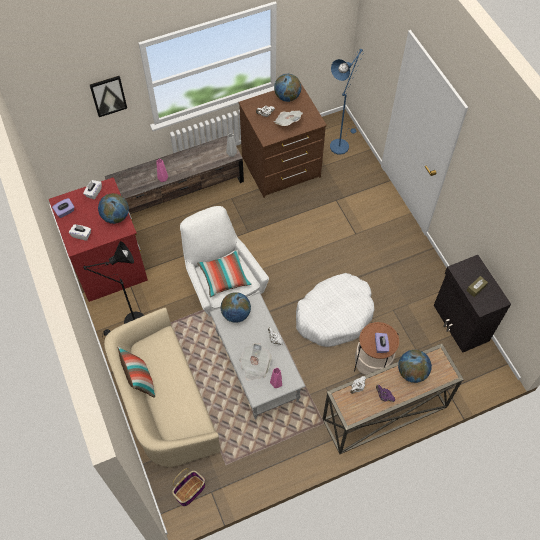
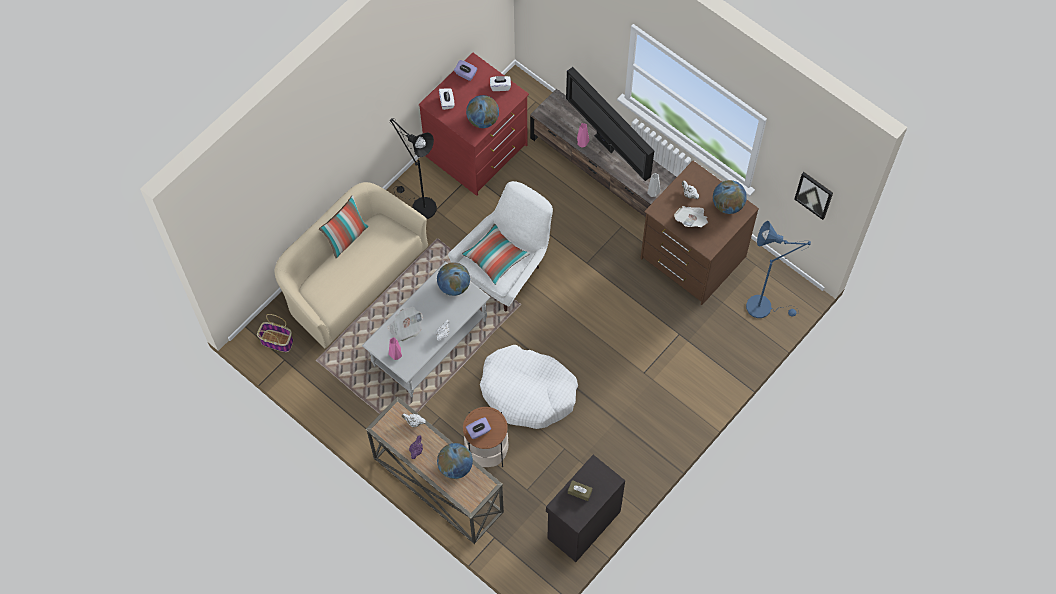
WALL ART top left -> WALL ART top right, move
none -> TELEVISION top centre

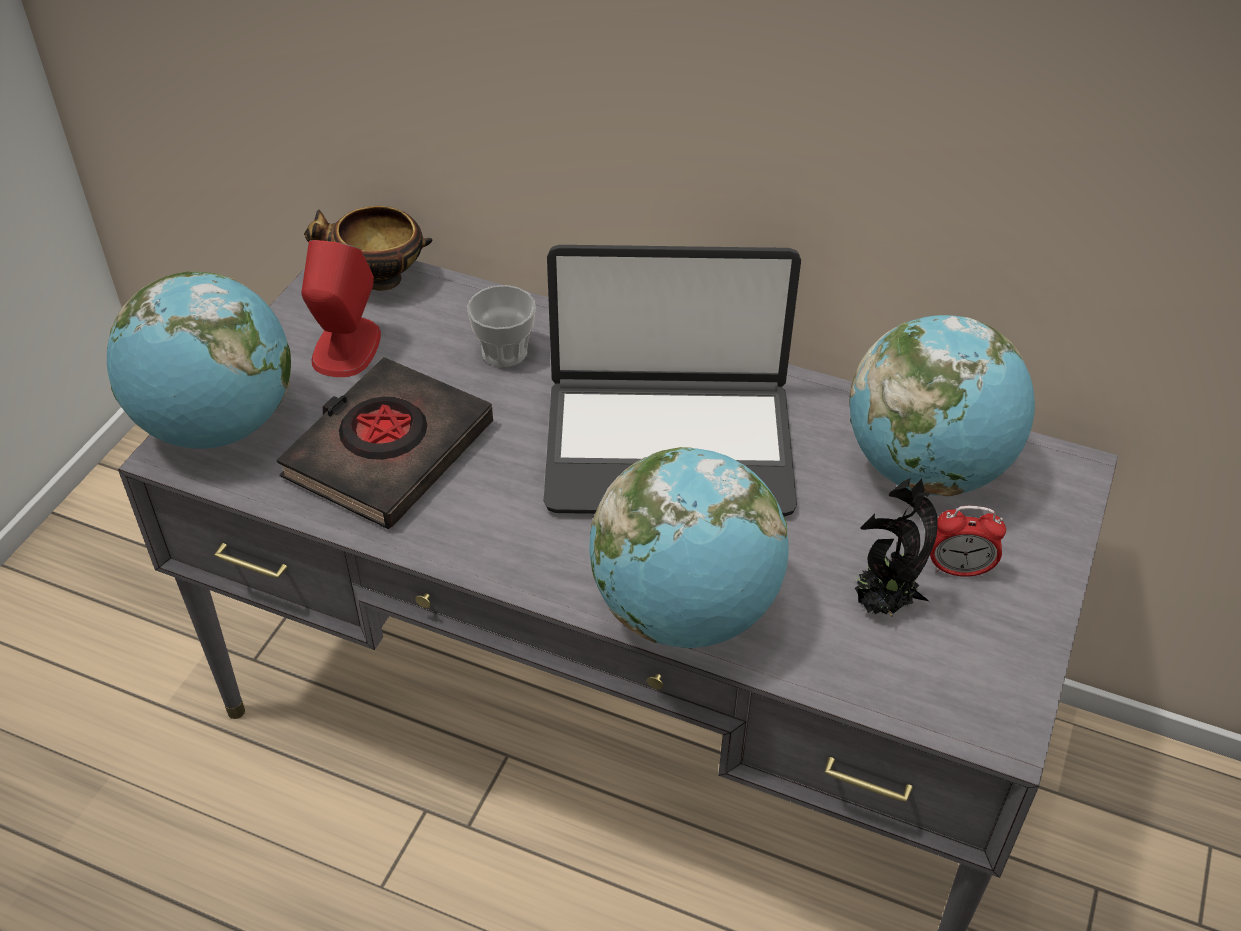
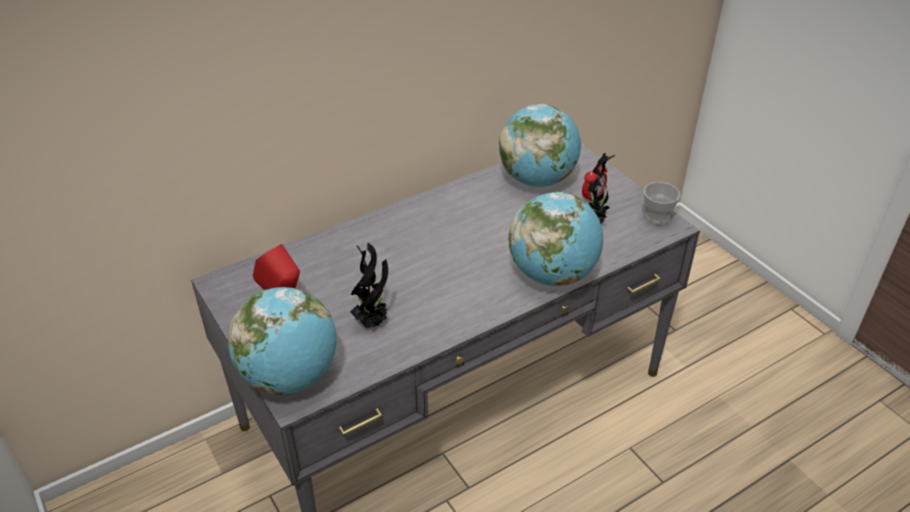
BOWL top left -> none
PORTABLE COMPUTER centre -> none
SMALL CUP centre -> SMALL CUP middle right, move
BLACK-COLOURED BOUND BOOK middle left -> PLANT IN A POT (1st from left) centre

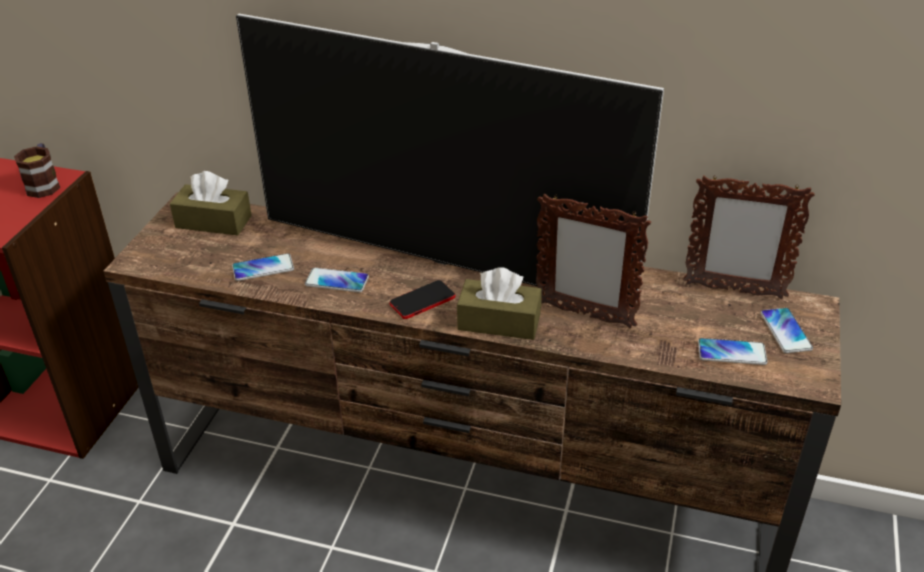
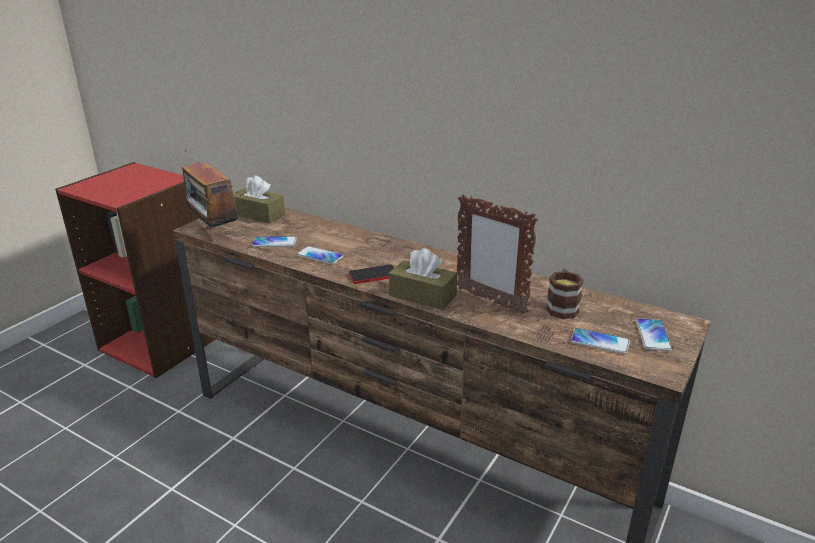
TELEVISION top centre -> none
MUG top left -> MUG middle right, move
PICTURE FRAME (2nd from left) middle right -> none
none -> RADIO middle left

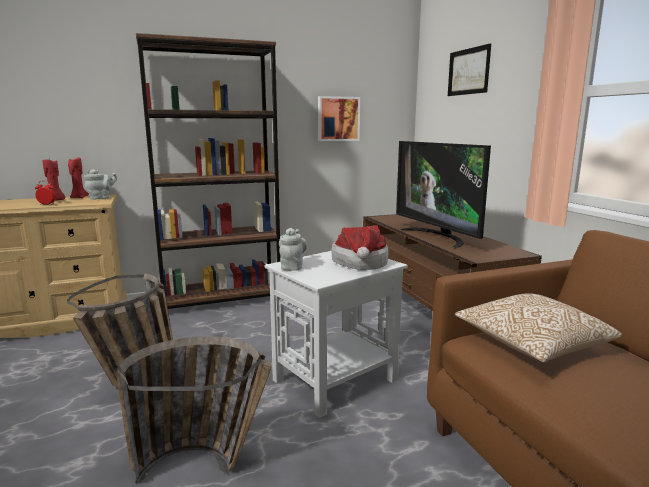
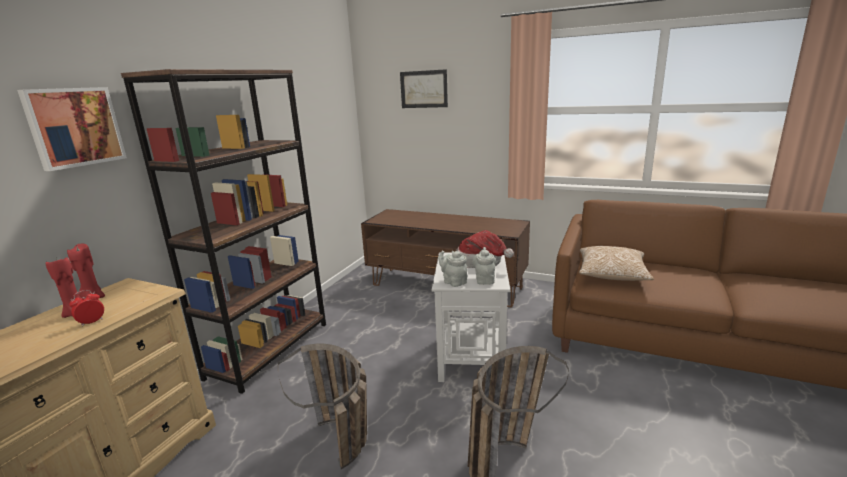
WALL ART (1st from left) top centre -> WALL ART (1st from left) top left, move
TELEVISION middle right -> none
GREYISH TEA POT (1st from left in the first image) middle left -> GREYISH TEA POT (2nd from left) centre, move

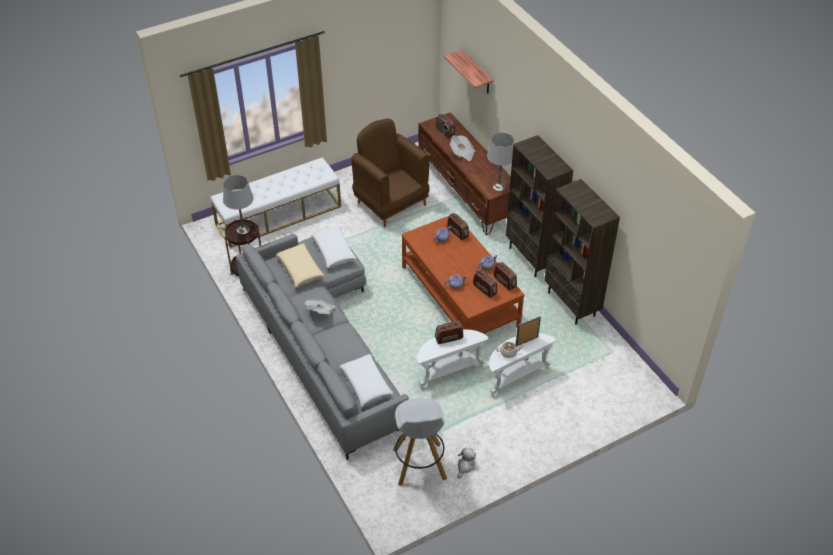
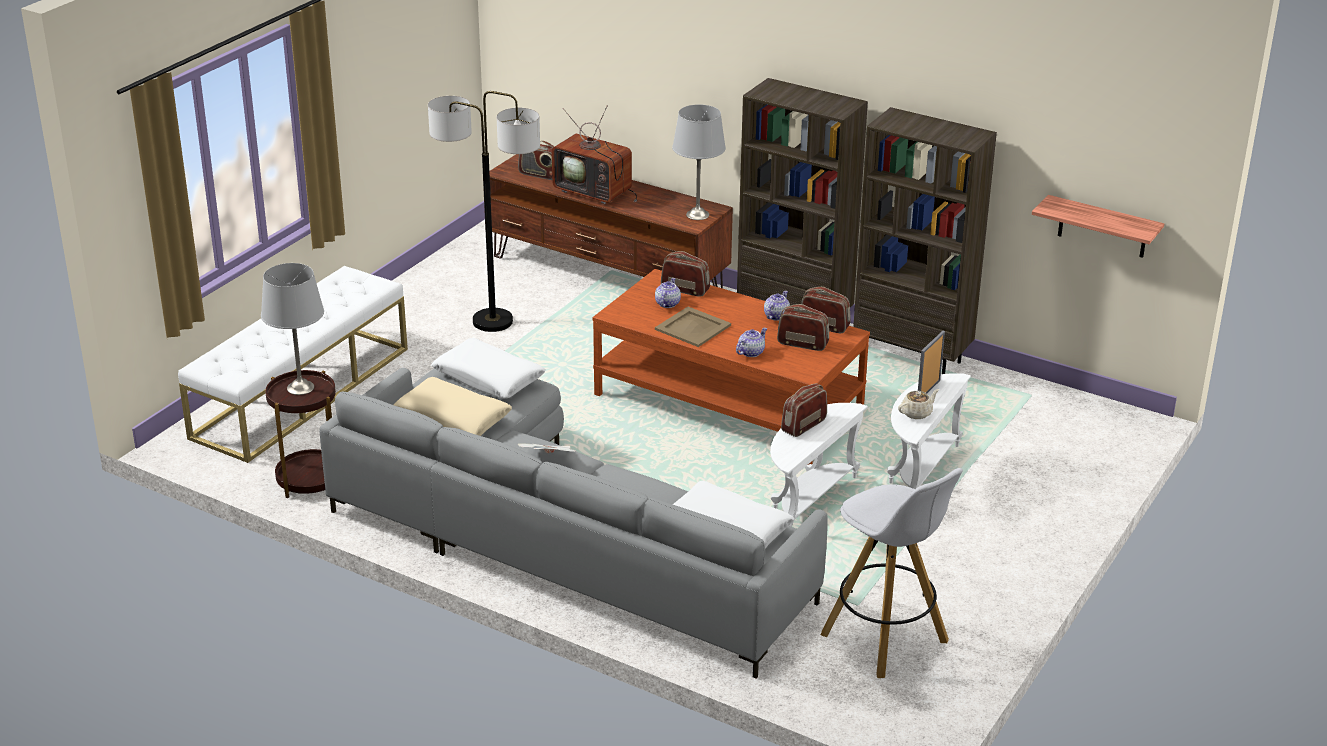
BRACKET SHELF top centre -> BRACKET SHELF top right, move
BROWNISH EASY CHAIR top centre -> FLOOR LAMP top centre
PRINTED PAPER (2nd from left) top centre -> TELEVISION top centre
PLUSH TOY bottom centre -> none
none -> SAND-COLOURED CARRYING TRAY centre

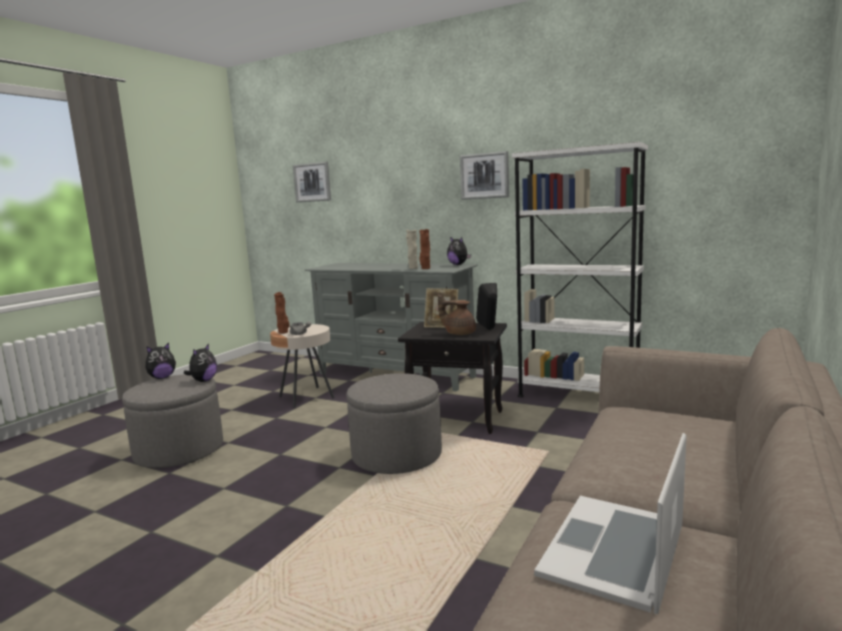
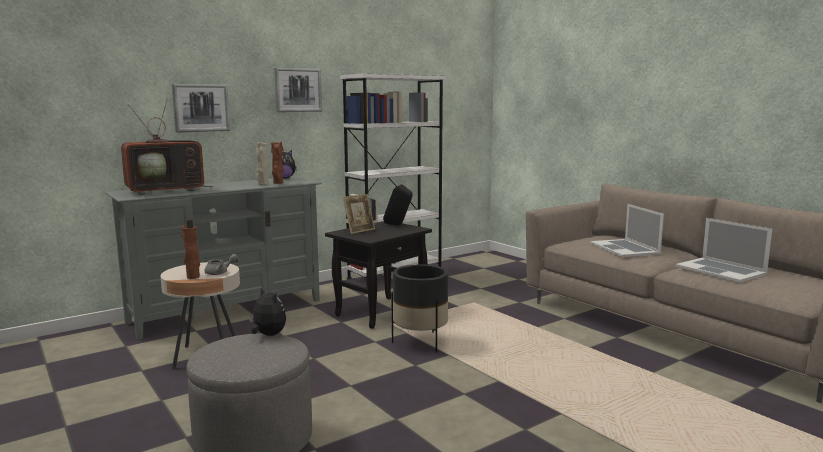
WALL ART (1st from left) top centre -> WALL ART (1st from left) top left, move
BROWNISH TEA POT centre -> none
PLUSH TOY (1st from left) middle left -> none
GREYISH FOOTREST (2nd from left) bottom centre -> BLACK-COLOURED PLANTER bottom centre
none -> TELEVISION top left
none -> PORTABLE COMPUTER (1st from left) middle right

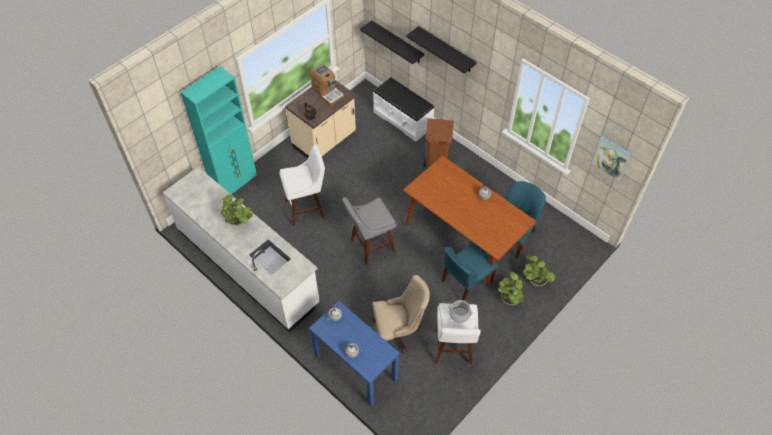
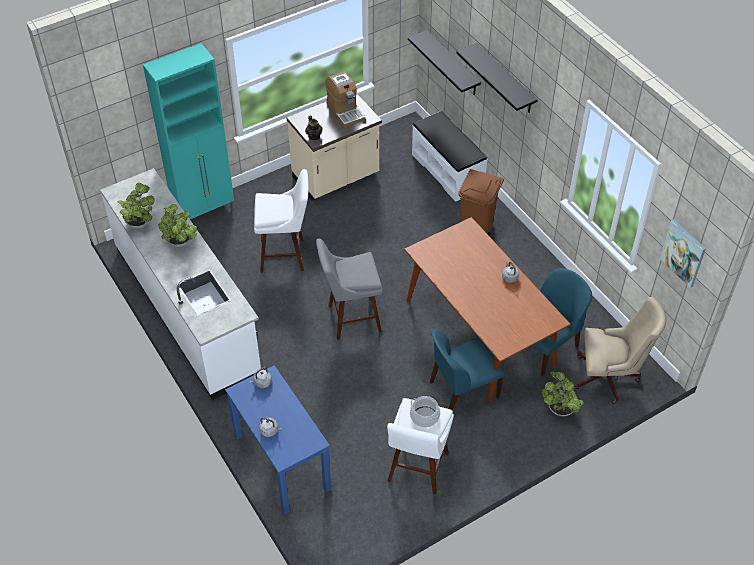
PLANT IN A POT (2nd from left in the first image) centre -> PLANT IN A POT (1st from left) middle left, move
SAND-COLOURED DESK CHAIR bottom centre -> SAND-COLOURED DESK CHAIR middle right, move

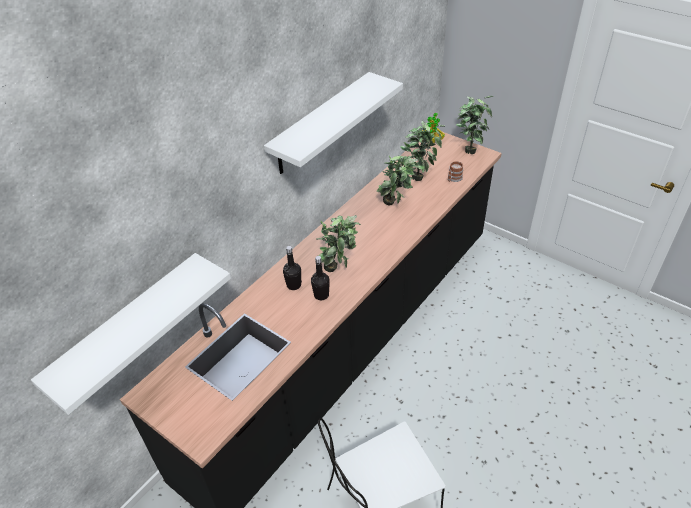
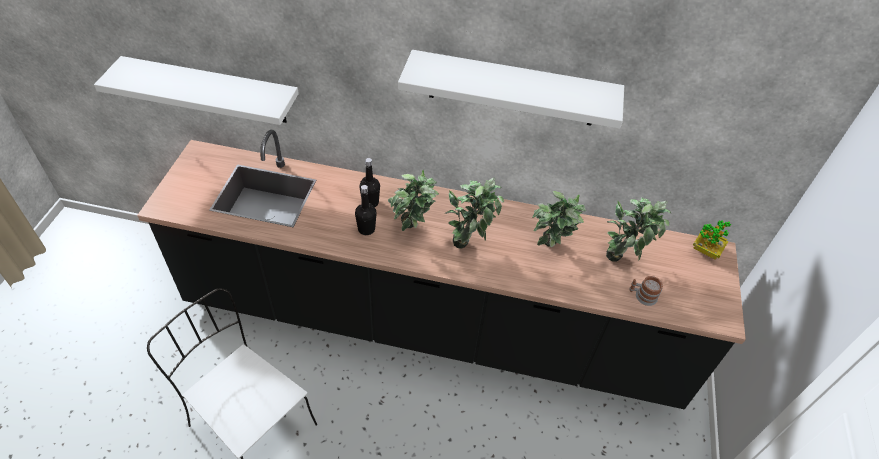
PLANT IN A POT (5th from left in the first image) top right -> PLANT IN A POT (2nd from left) centre, move

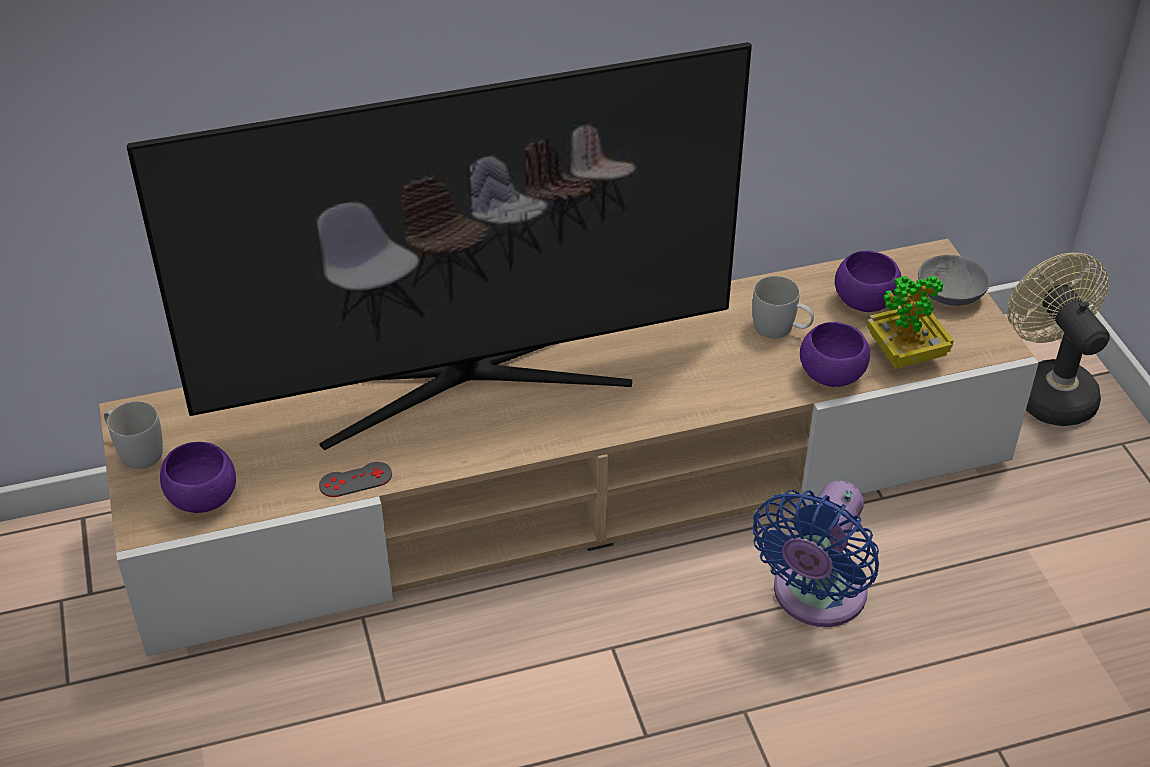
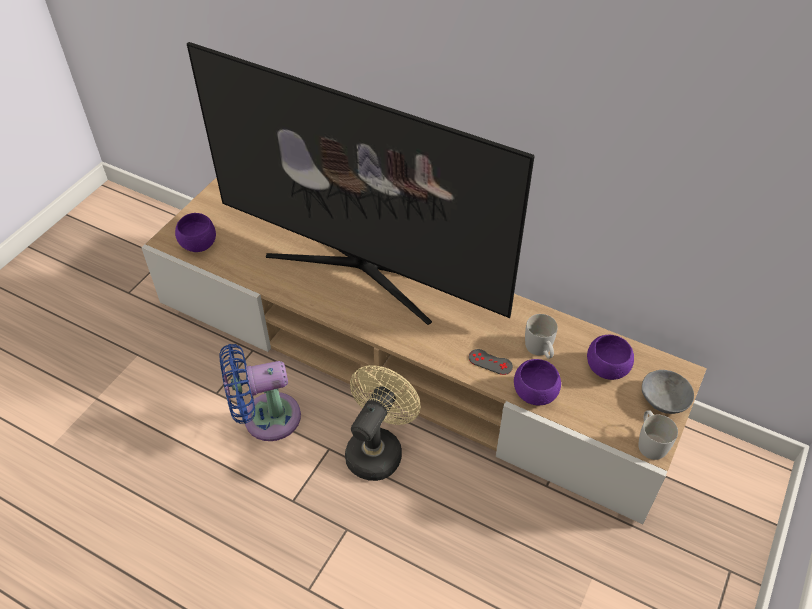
SAND-COLOURED ELECTRIC FAN middle right -> SAND-COLOURED ELECTRIC FAN bottom centre, move
PLANT IN A POT middle right -> none
WHITE MUG (1st from left in the first image) middle left -> WHITE MUG (2nd from left) bottom right, move
GREYISH JOYPAD middle left -> GREYISH JOYPAD centre, move
BLUISH ELECTRIC FAN bottom right -> BLUISH ELECTRIC FAN middle left, move

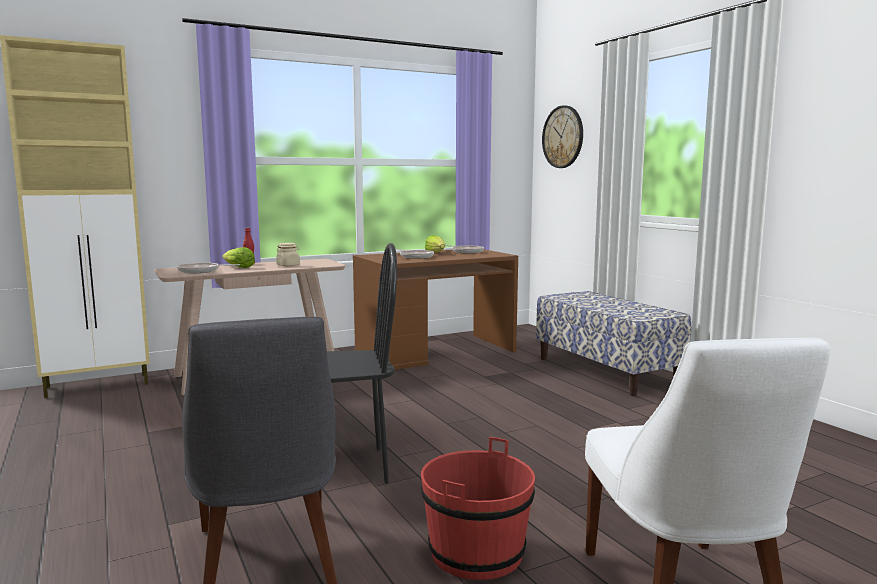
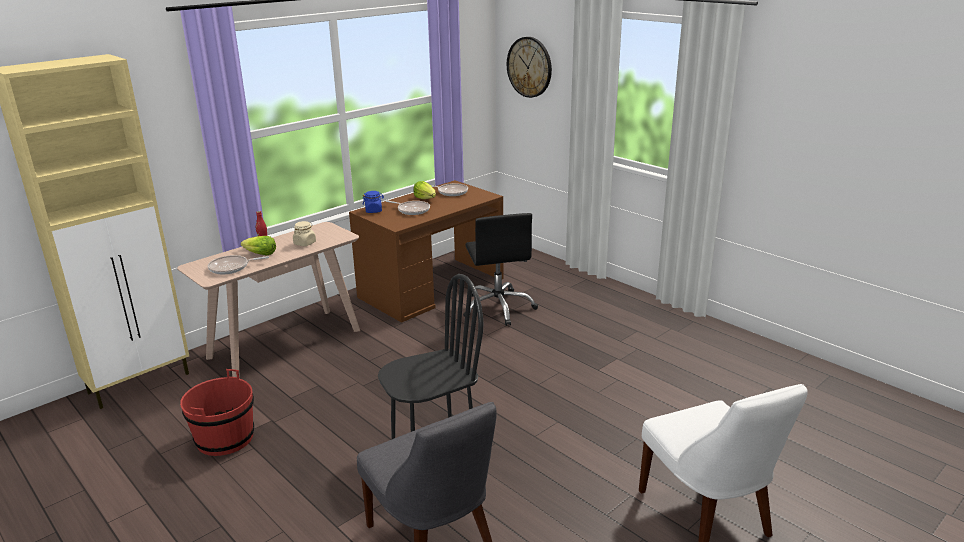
INDOOR BENCH middle right -> none
RED-COLOURED BUCKET bottom centre -> RED-COLOURED BUCKET bottom left, move
none -> BLUISH PRESERVE JAR centre
none -> BLACK-COLOURED DESK CHAIR centre

